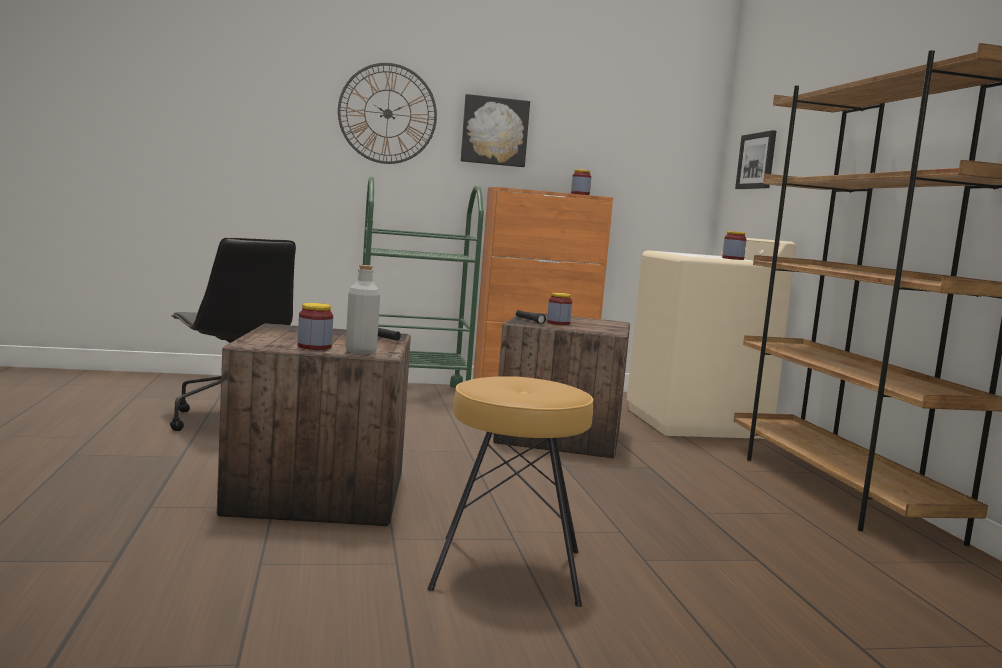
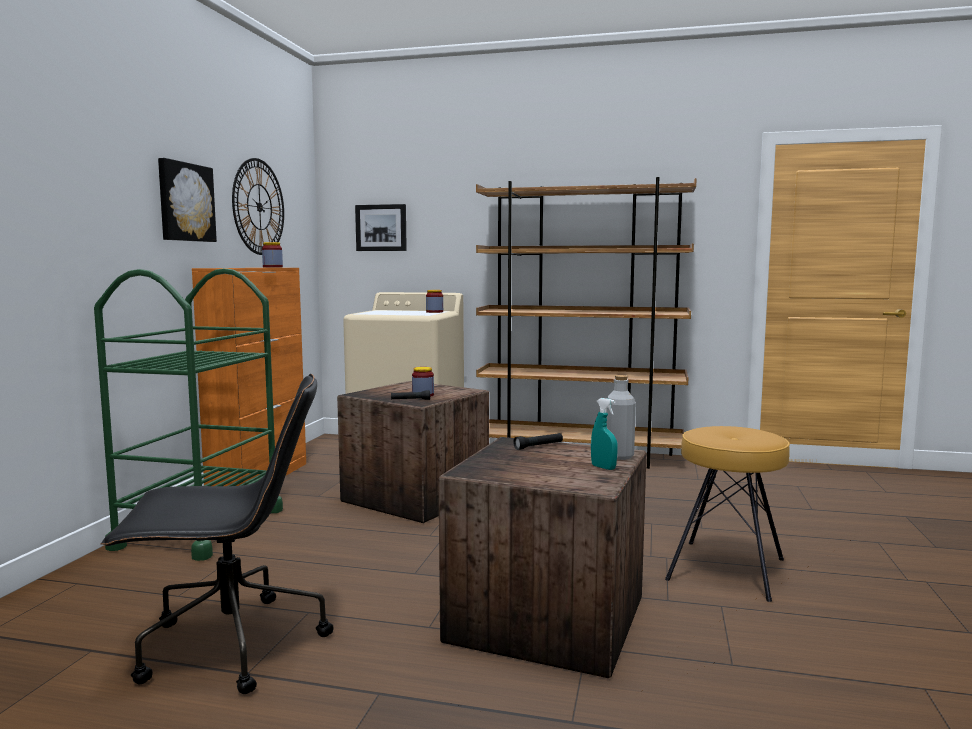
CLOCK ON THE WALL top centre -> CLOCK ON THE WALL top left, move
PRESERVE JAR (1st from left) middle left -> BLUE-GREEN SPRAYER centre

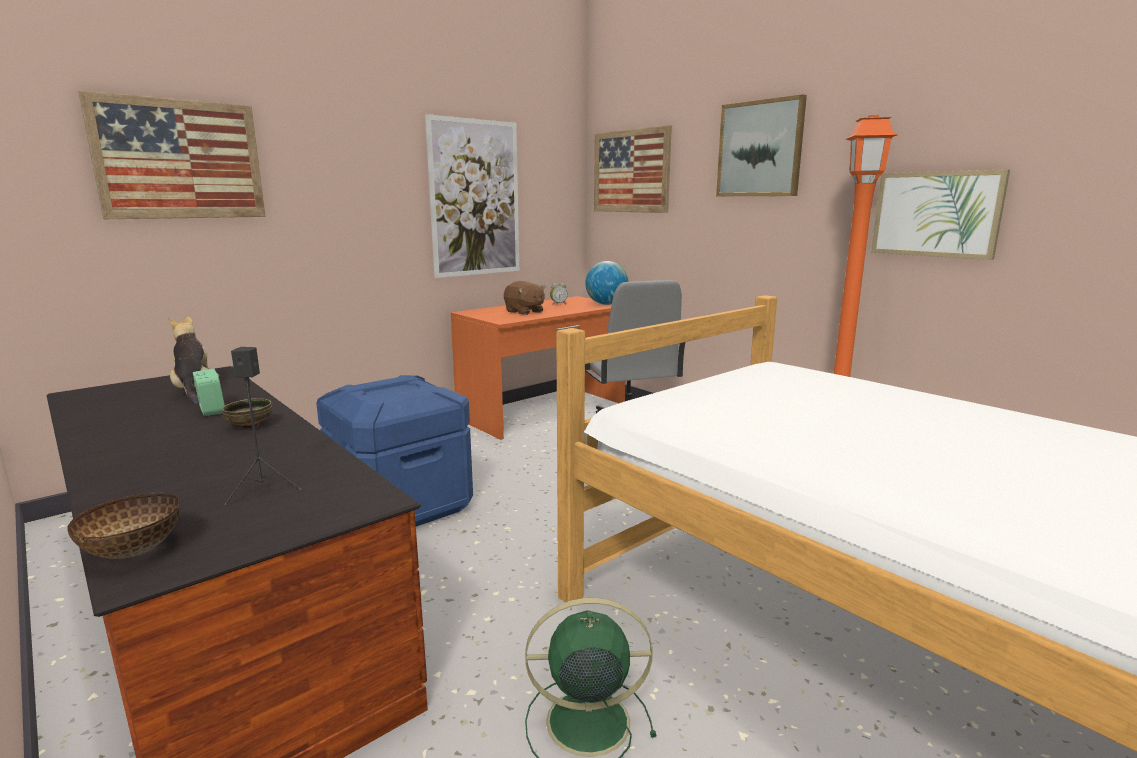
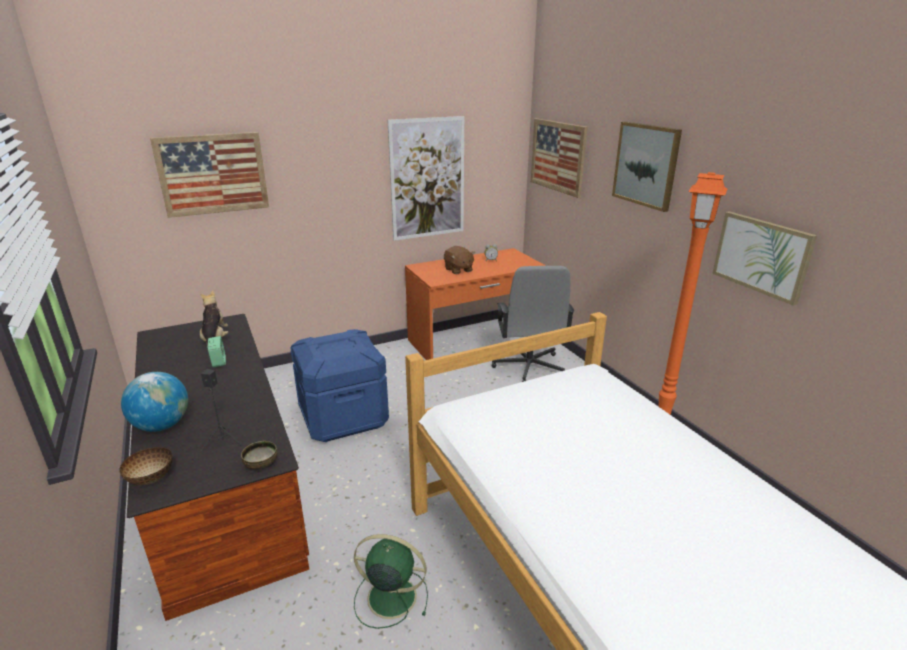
GLOBE centre -> GLOBE middle left, move
BOWL (2nd from left) middle left -> BOWL (2nd from left) bottom left, move

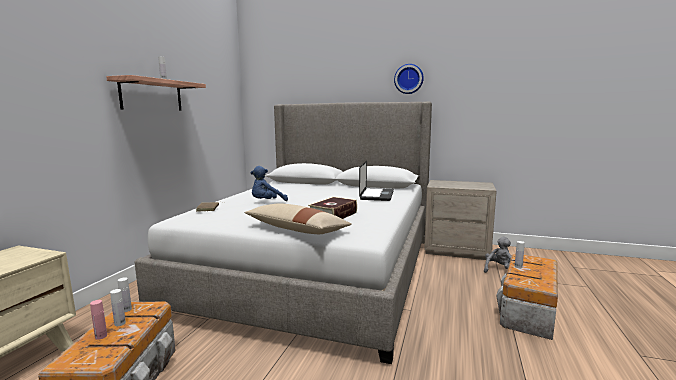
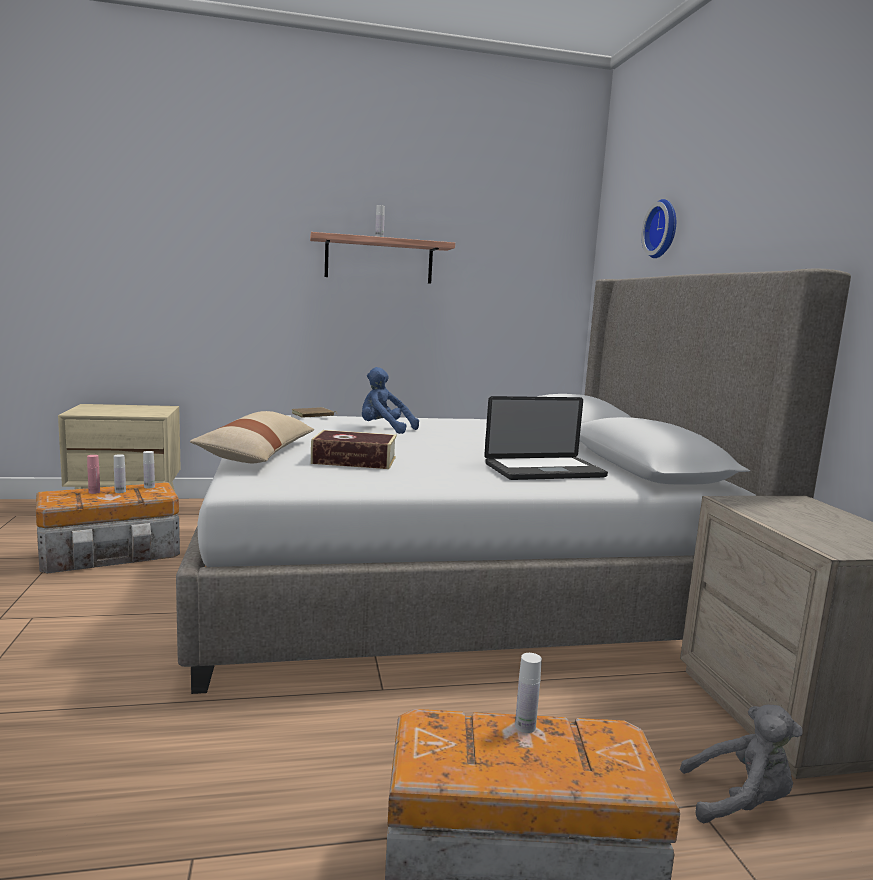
CLOCK ON THE WALL top centre -> CLOCK ON THE WALL top right, move

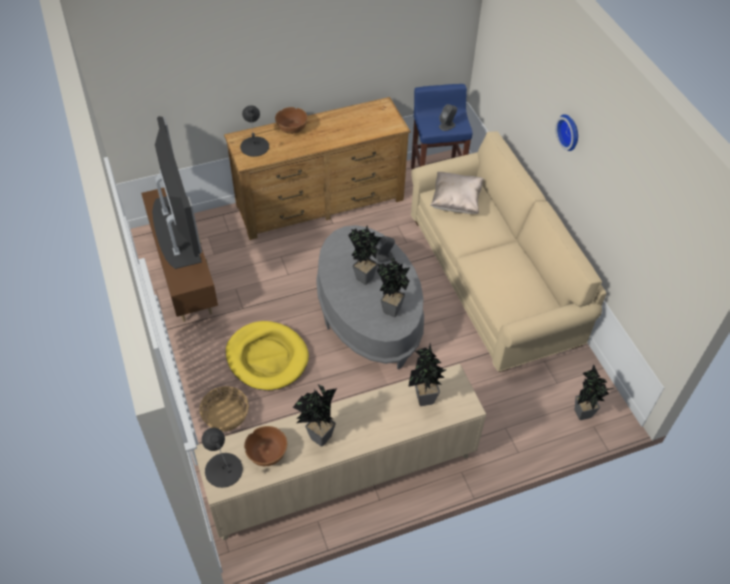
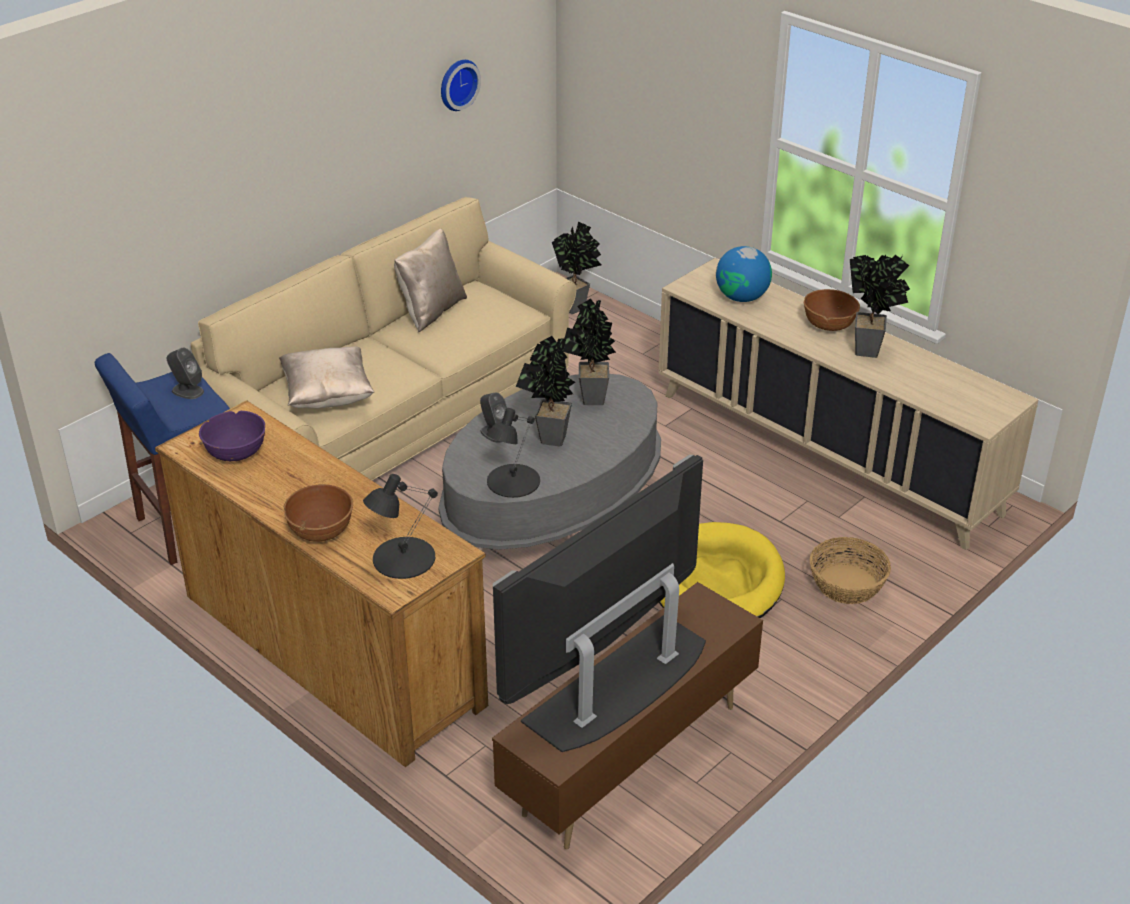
CLOCK ON THE WALL top right -> CLOCK ON THE WALL top centre, move
PLANT IN A POT (4th from left) centre -> GLOBE top centre
BROWNISH BOWL (1st from left in the first image) bottom centre -> BROWNISH BOWL (2nd from left) middle right, move
BLACK-COLOURED TABLE LAMP (1st from left in the first image) bottom left -> BLACK-COLOURED TABLE LAMP (2nd from left) centre, move
none -> SAND-COLOURED CUSHION (2nd from left) top centre
none -> PURPLE-COLOURED BOWL middle left

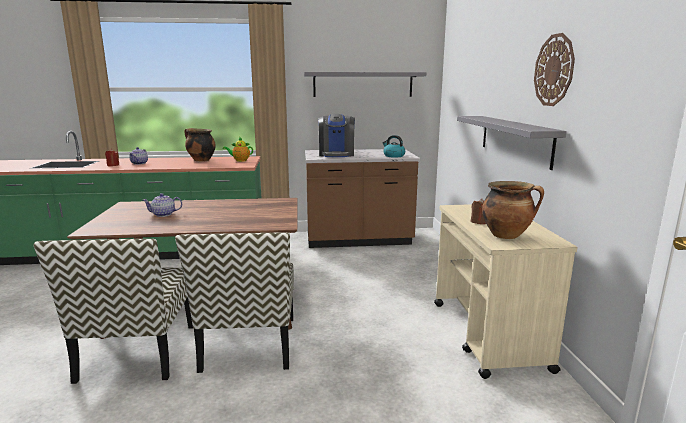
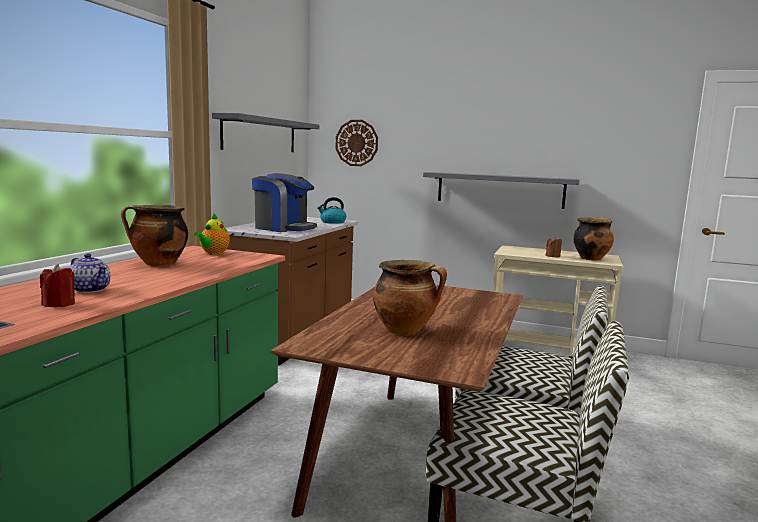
CLOCK ON THE WALL top right -> CLOCK ON THE WALL top centre, move
TEA POT (2nd from left) middle left -> STOCKPOT (2nd from left) centre

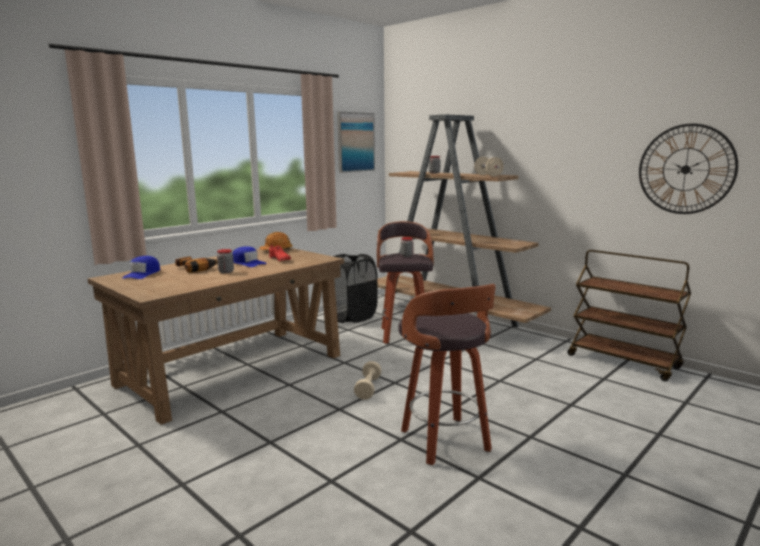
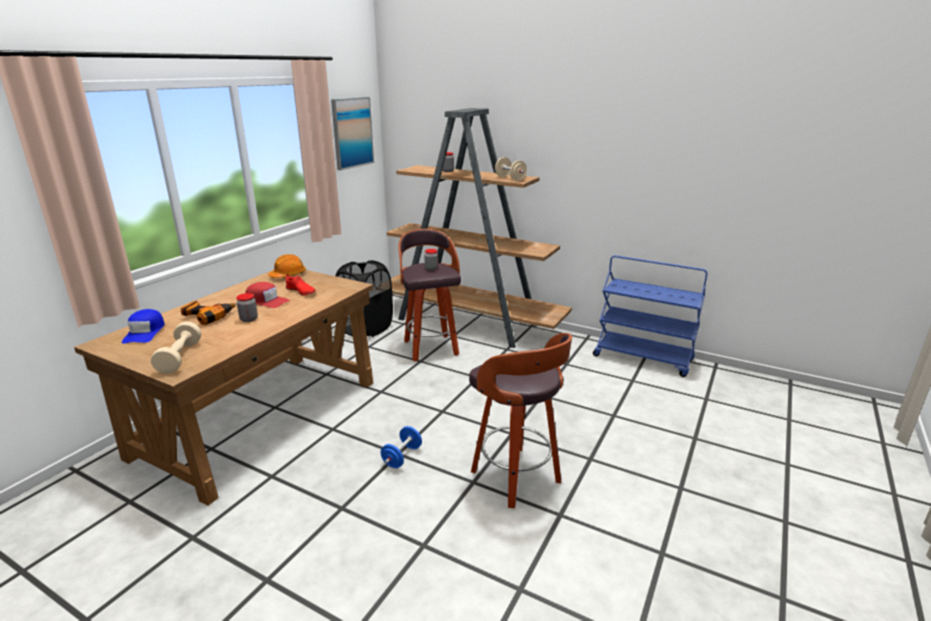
CLOCK ON THE WALL top right -> none
BLUISH CAP (2nd from left) middle left -> RED-COLOURED CAP middle left
BROWNISH WHEELED CART middle right -> BLUISH WHEELED CART middle right
SAND-COLOURED DUMBBELL (1st from left) bottom centre -> SAND-COLOURED DUMBBELL (1st from left) middle left, move
none -> BLUISH DUMBBELL bottom centre

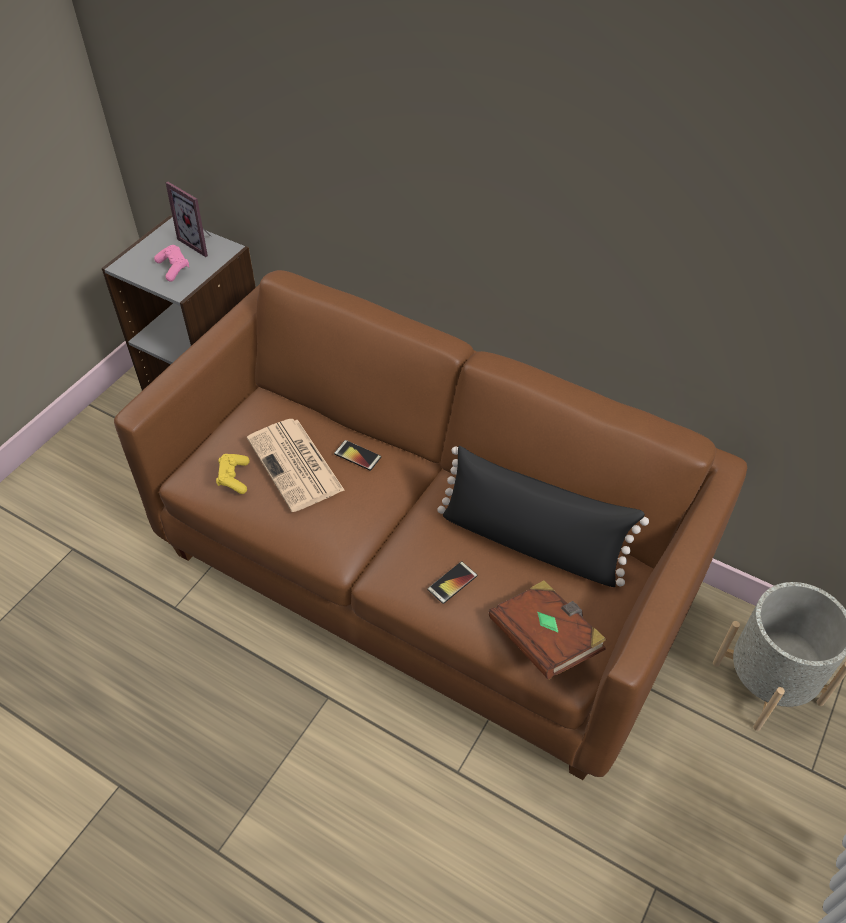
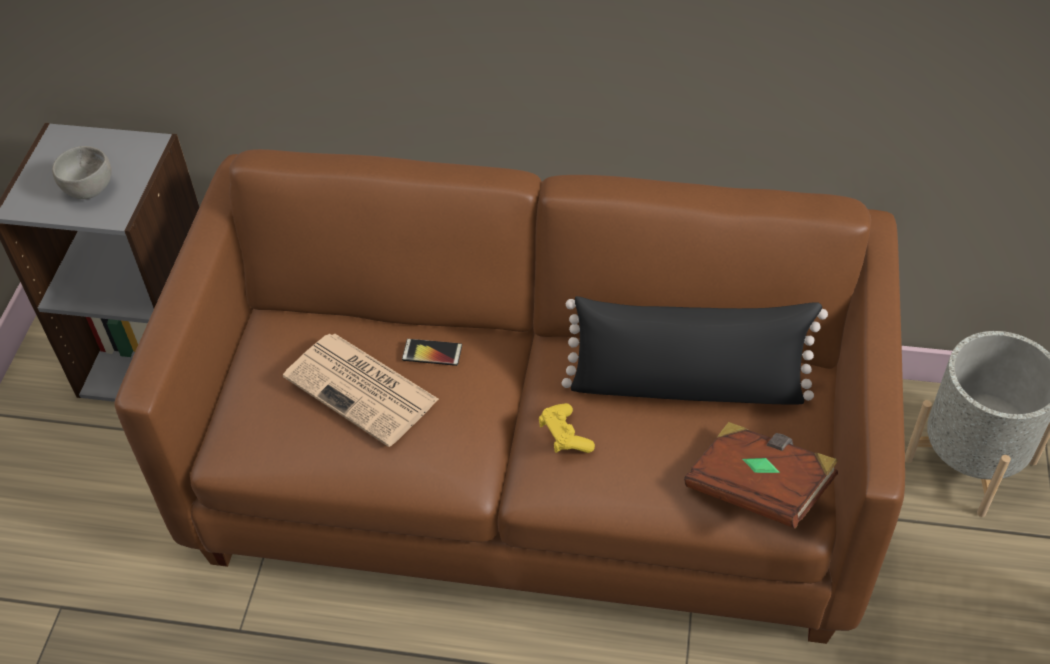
PICTURE FRAME top left -> none
PINK JOYPAD top left -> GREYISH BOWL top left
YELLOW JOYPAD middle left -> YELLOW JOYPAD centre, move
PHONE (2nd from left) centre -> none

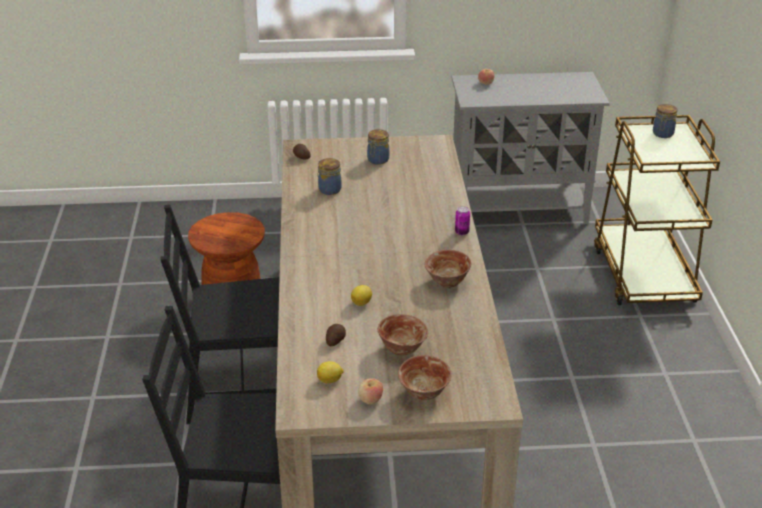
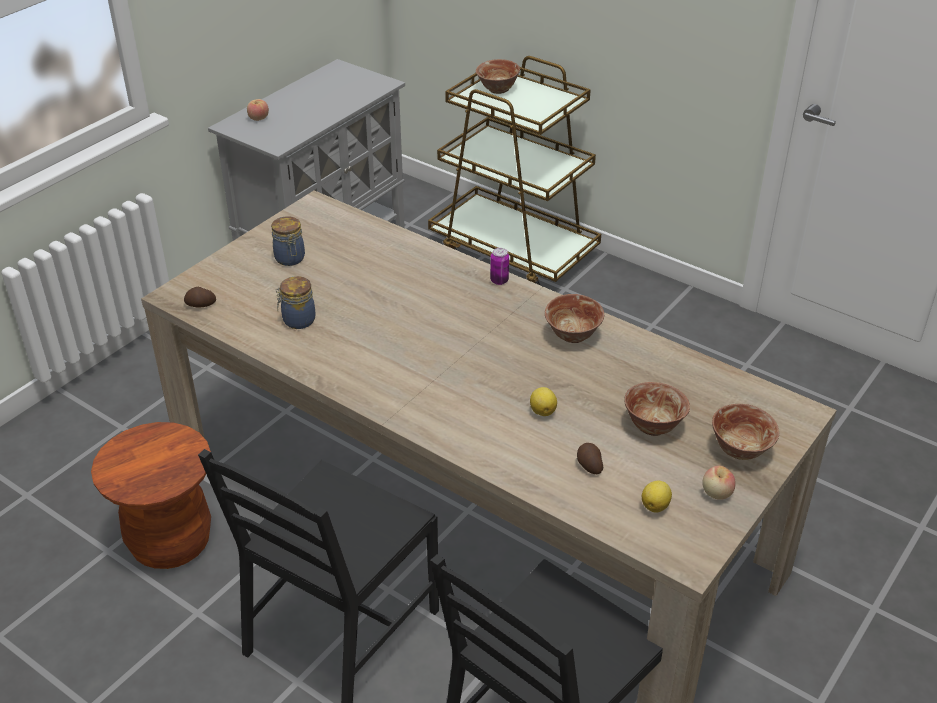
PRESERVE JAR (3rd from left) top right -> BOWL (1st from left) top centre

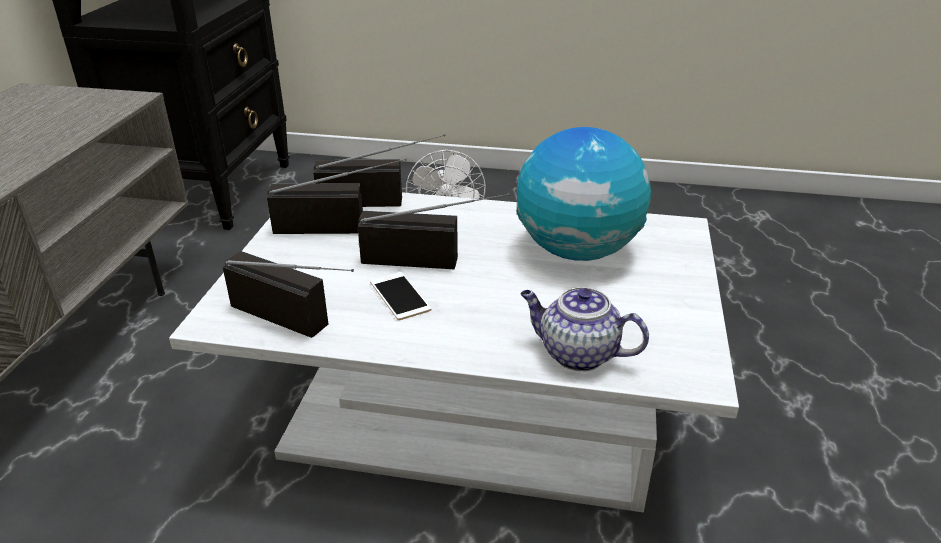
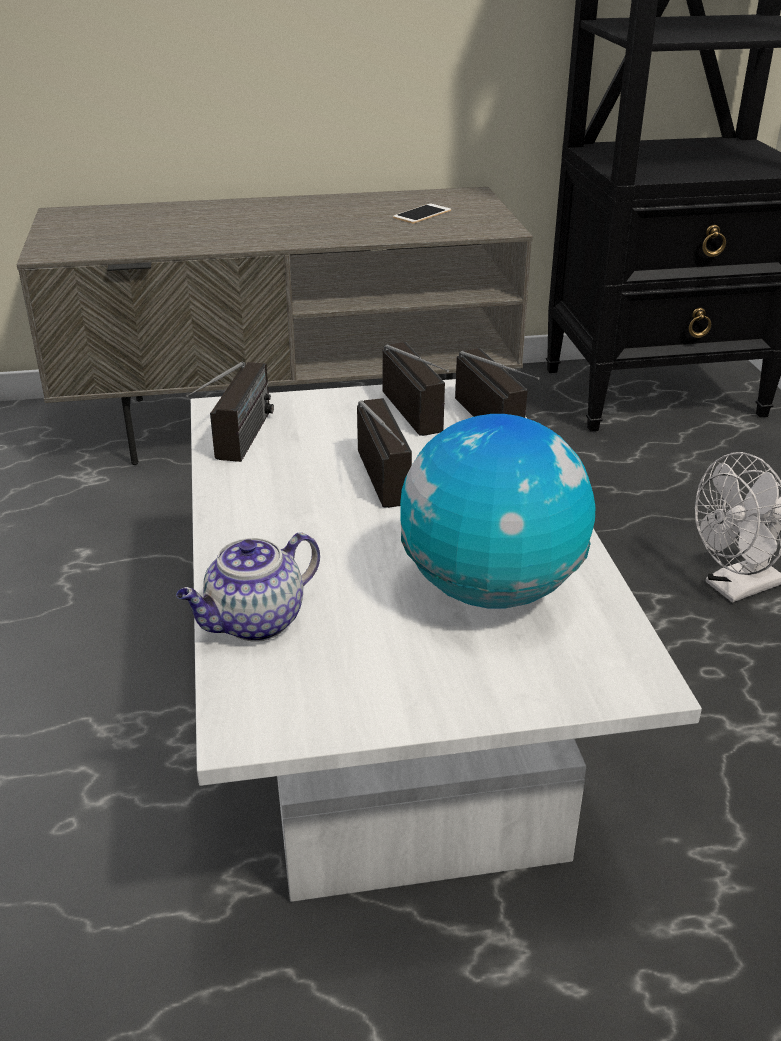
PHONE centre -> PHONE top centre, move
TEA POT centre -> TEA POT middle left, 135 degrees counterclockwise

